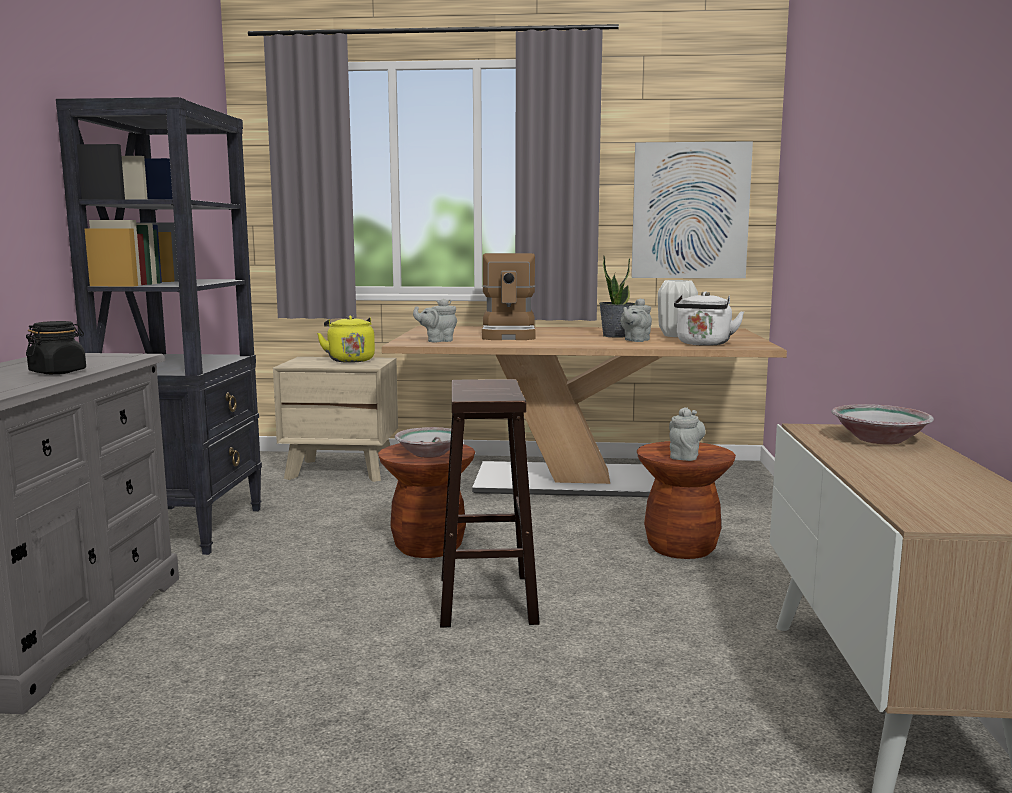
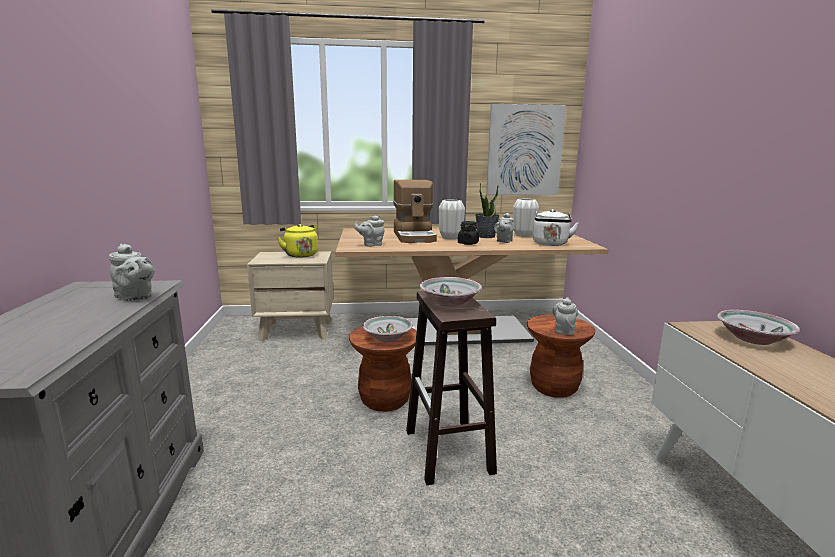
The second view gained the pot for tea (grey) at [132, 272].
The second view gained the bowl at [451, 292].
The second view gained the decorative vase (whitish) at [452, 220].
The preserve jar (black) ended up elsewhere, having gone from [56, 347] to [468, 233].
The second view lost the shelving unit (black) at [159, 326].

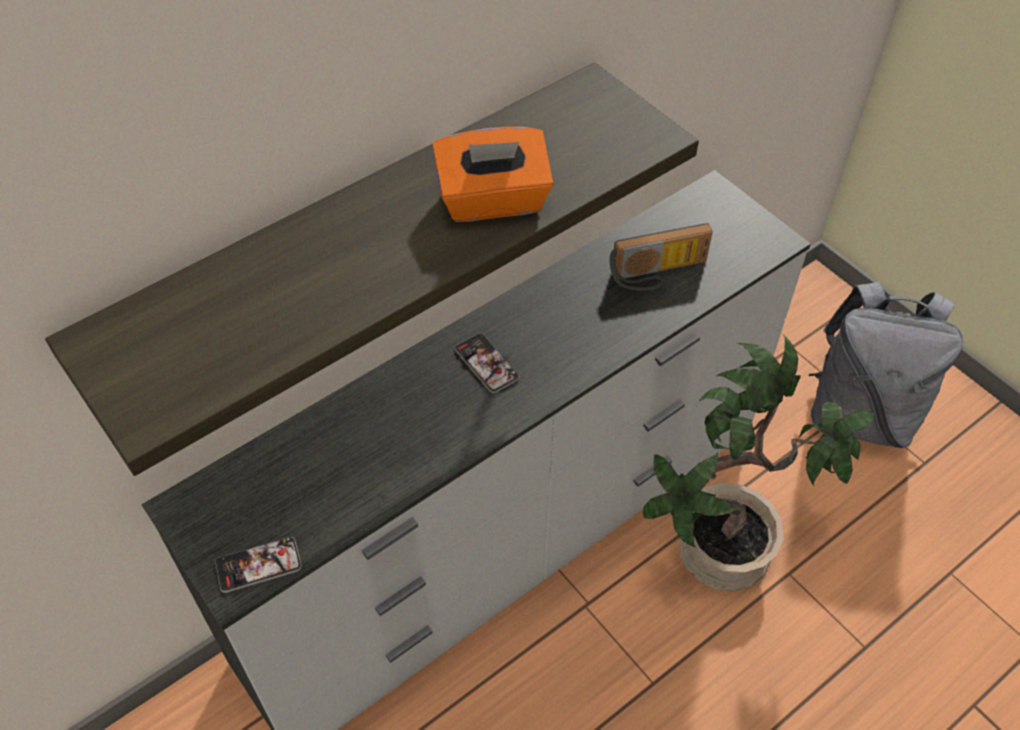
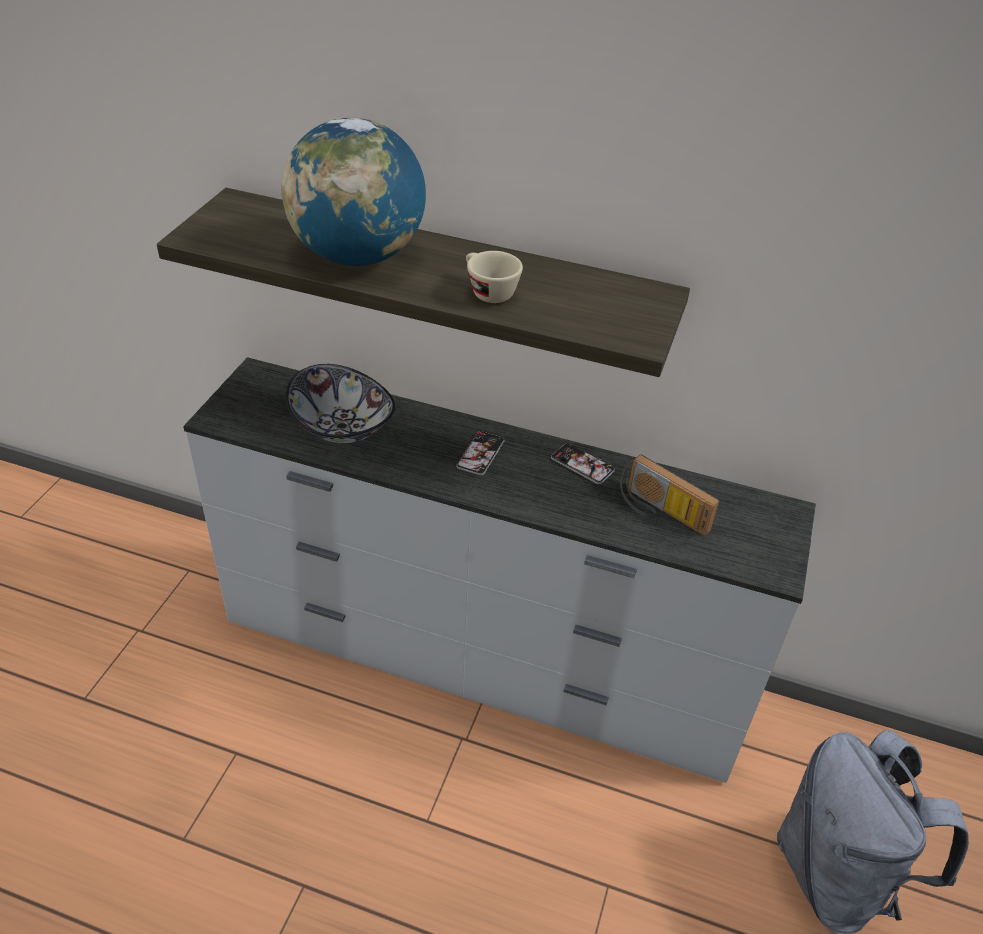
The second view gained the globe at [354, 191].
The second view gained the bowl at [340, 403].
Where the box of tissues (orangey) stood at [493, 174], the drinking cup (beige) came to stand at [494, 277].
The telephone ended up elsewhere, having gone from [258, 565] to [583, 463].
The second view lost the plant in a pot at [758, 461].

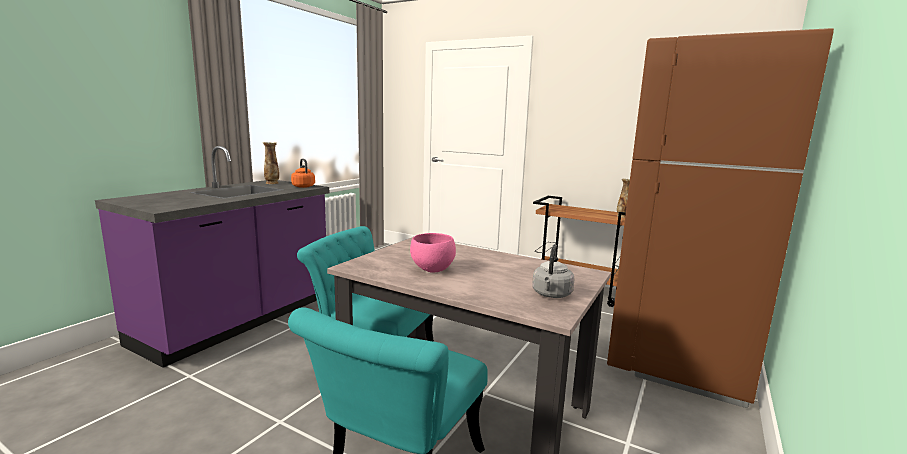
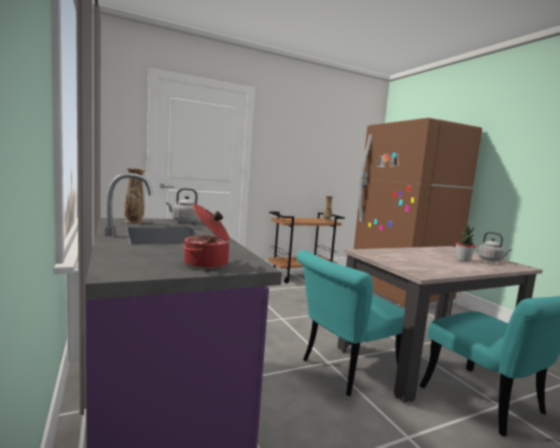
What was the tea kettle (orangey) at [303, 173] turned into the tea kettle (grey) at [182, 205].
The second view gained the saucepot at [206, 236].
The second view gained the plant in a pot at [466, 243].
The second view lost the bowl (pink) at [433, 253].

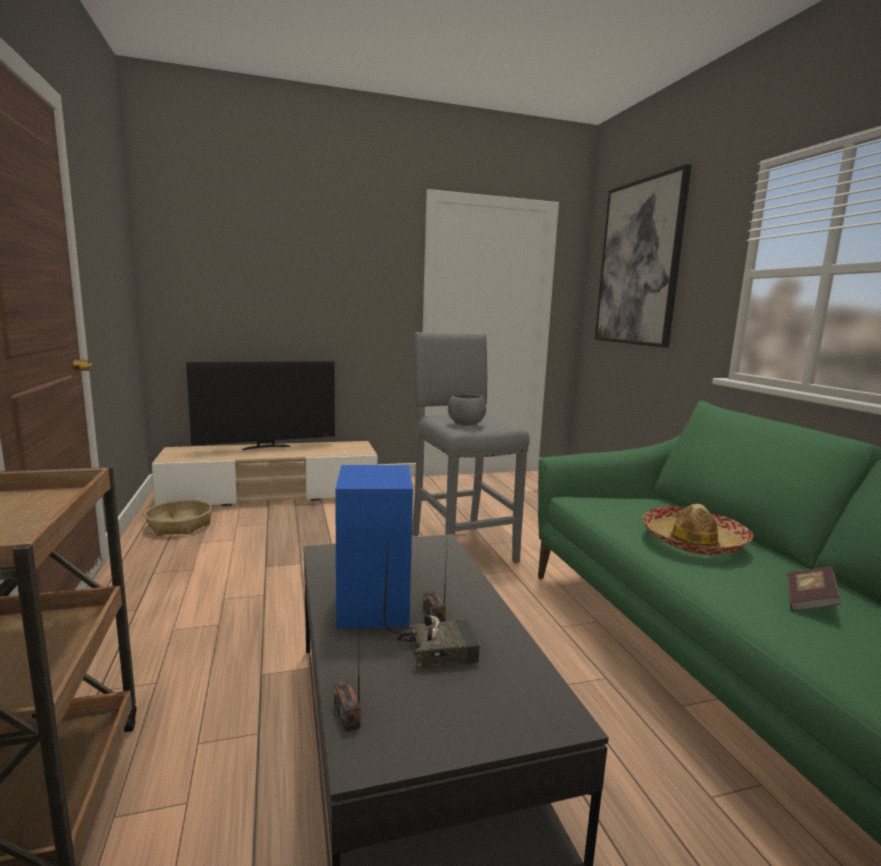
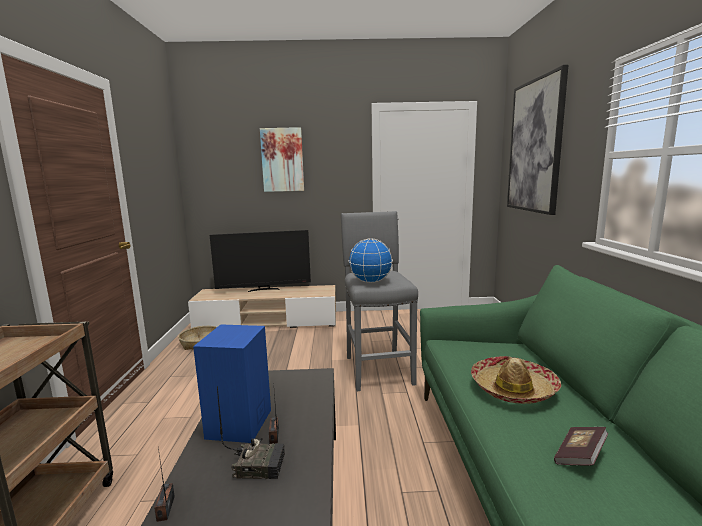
The second view gained the wall art at [282, 159].
Where the bowl (grey) stood at [467, 410], the globe came to stand at [371, 260].

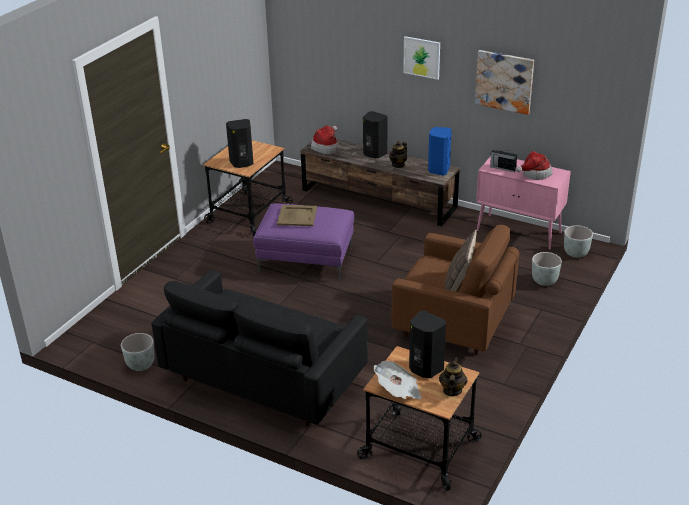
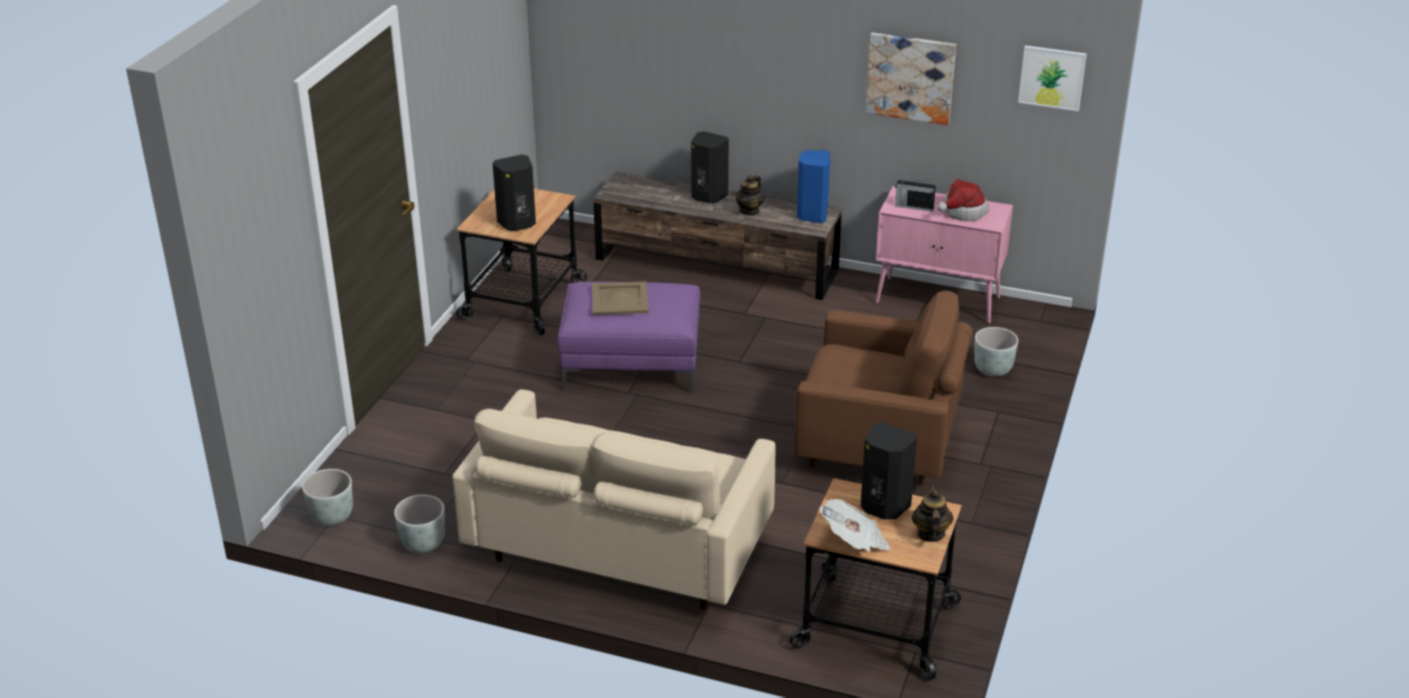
The flower pot (grey) ended up elsewhere, having gone from [578, 241] to [327, 497].
What was the settee (black) at [259, 348] turned into the settee (beige) at [614, 499].
The wall art ended up elsewhere, having gone from [421, 58] to [1052, 78].
The second view lost the hat at [324, 139].
The second view lost the throw pillow at [460, 261].

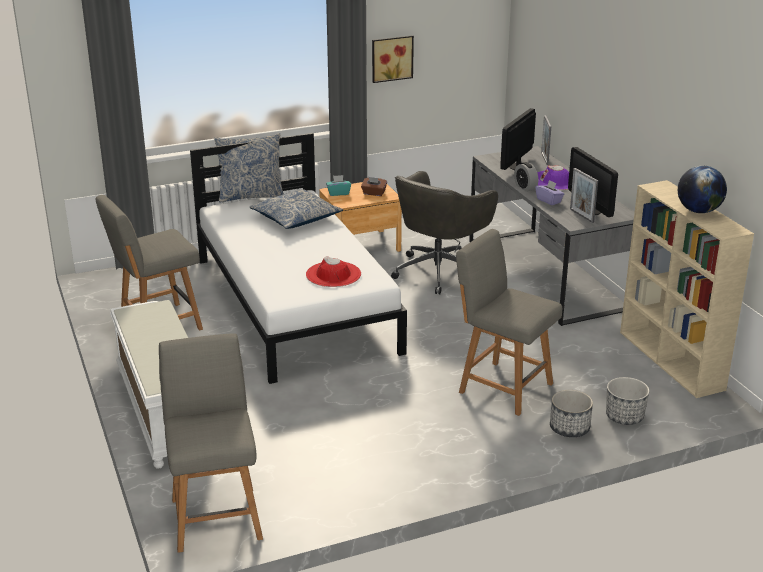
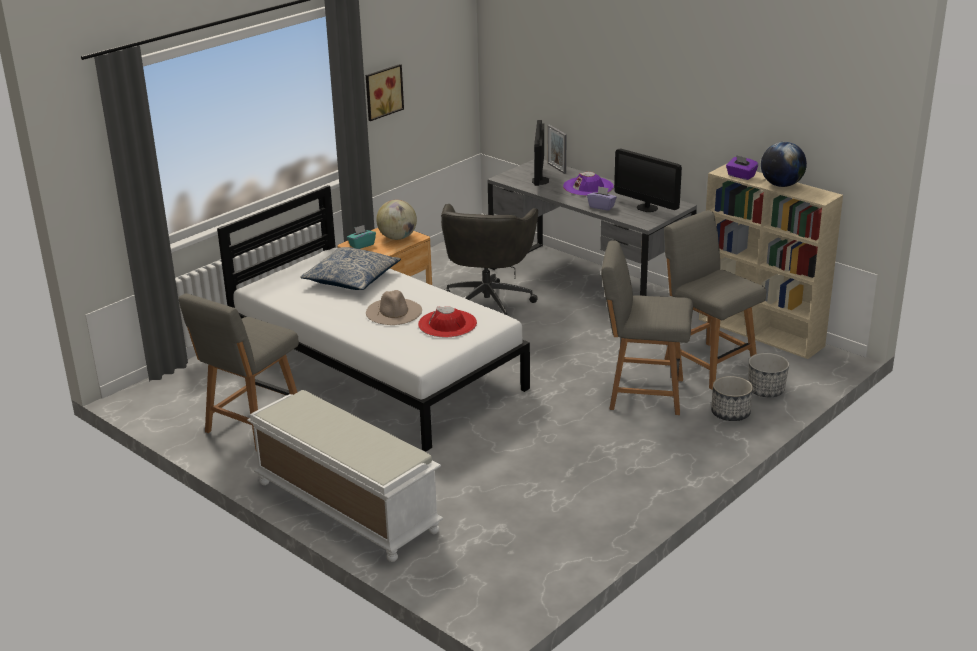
The second view gained the hat (beige) at [394, 307].
Where the box of tissues (brownish) stood at [374, 186], the globe came to stand at [396, 220].
The chair (grey) ended up elsewhere, having gone from [211, 443] to [715, 300].
The second view gained the box of tissues (purple) at [742, 167].
The second view lost the throw pillow at [249, 168].
The second view lost the bedside clock at [526, 177].
The second view lost the photo frame at [584, 195].

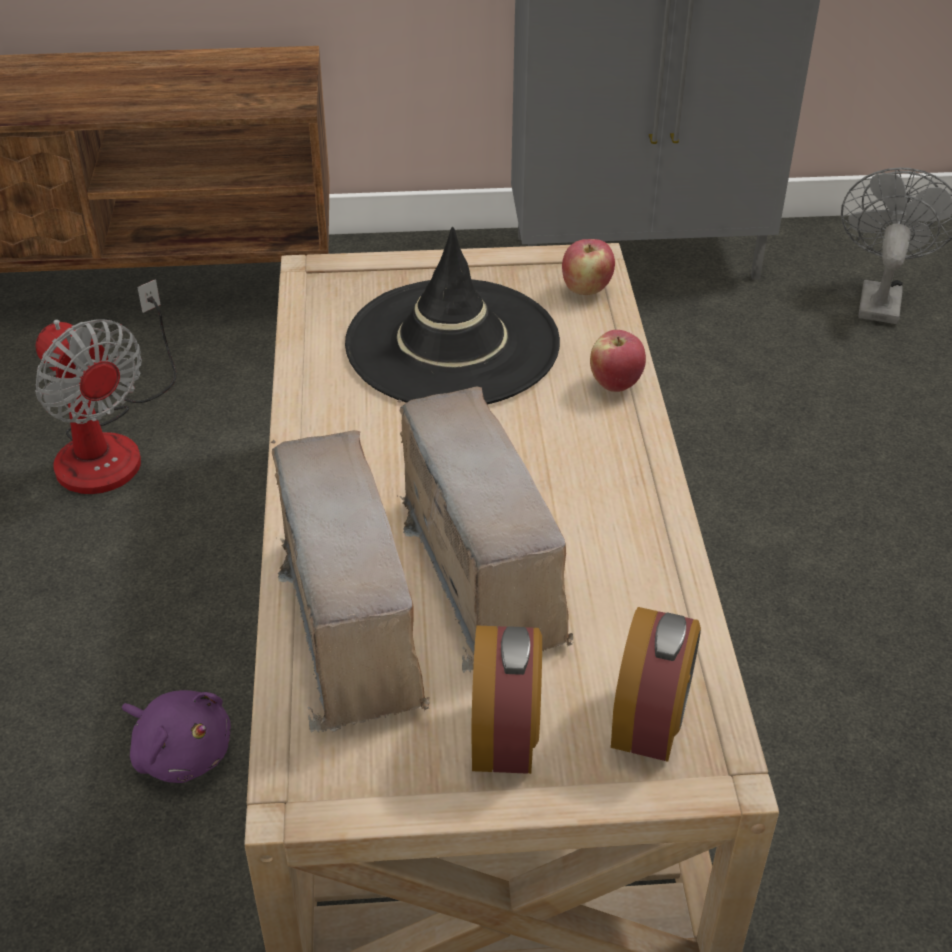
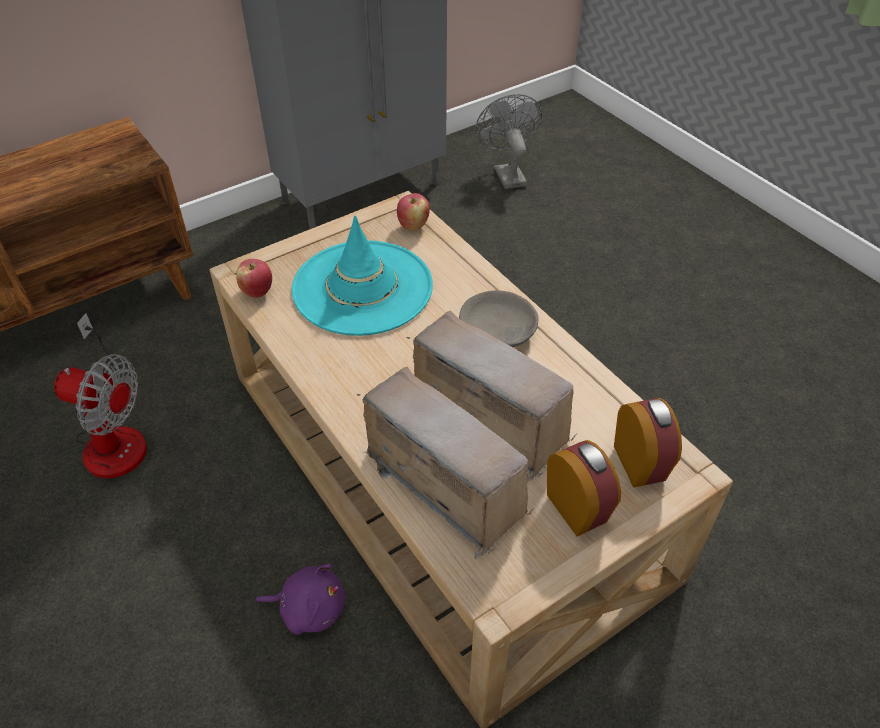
The whole apple ended up elsewhere, having gone from [618, 361] to [254, 278].
What was the hat (black) at [452, 316] turned into the hat (turquoise) at [362, 275].
The second view gained the bowl (grey) at [499, 318].

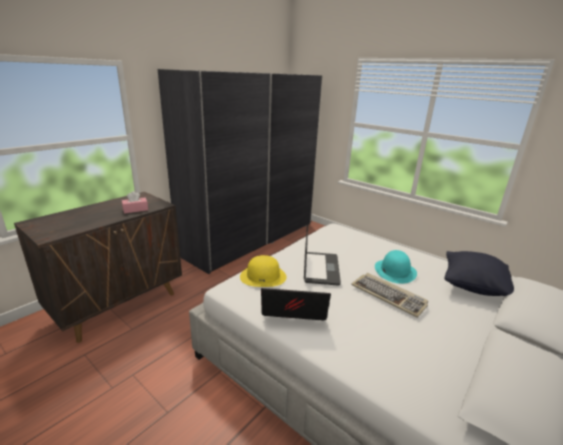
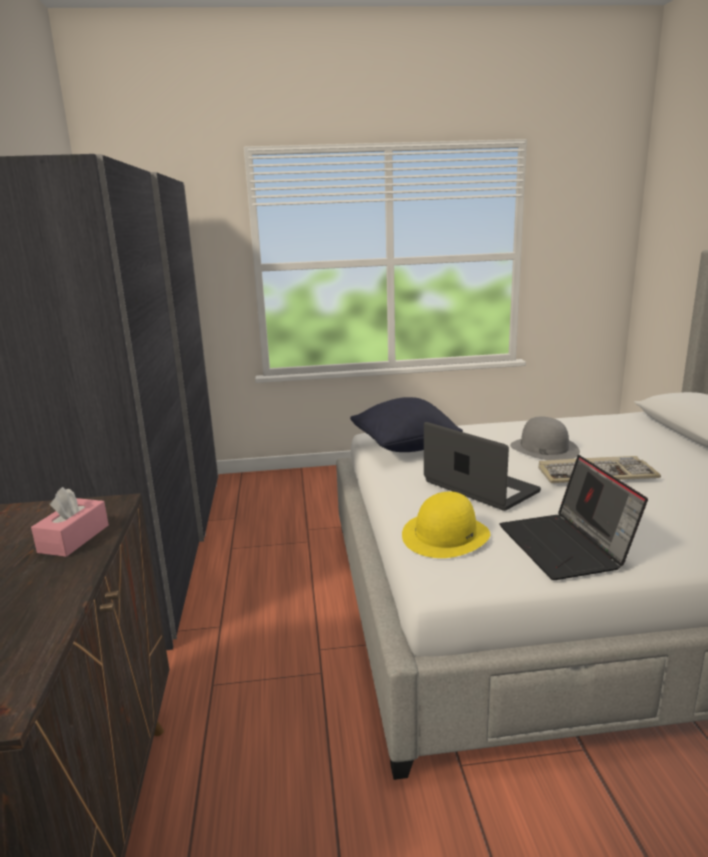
The throw pillow (black) ended up elsewhere, having gone from [479, 273] to [406, 424].
The notebook computer at [296, 304] ended up facing another way, 60 degrees counterclockwise from before.
What was the hat (turquoise) at [396, 267] turned into the hat (grey) at [545, 438].

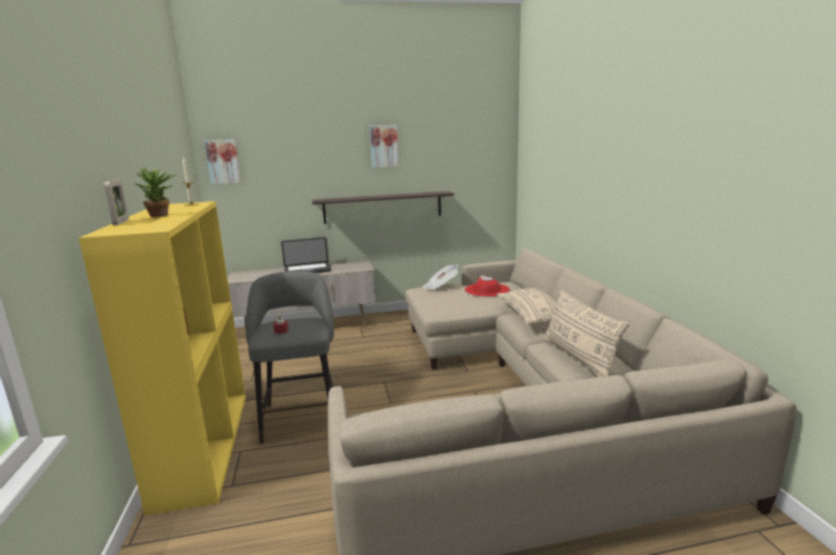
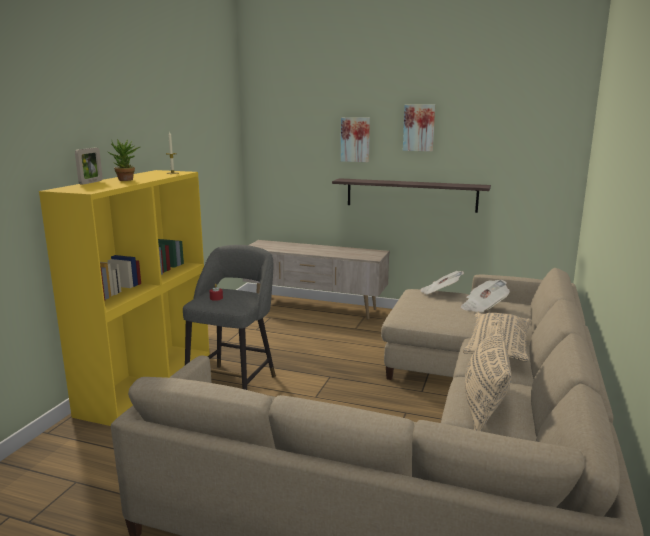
The wall art ended up elsewhere, having gone from [222, 162] to [355, 139].
Where the hat (reddish) stood at [487, 286], the printed paper came to stand at [485, 296].
The second view lost the notebook computer at [306, 255].

